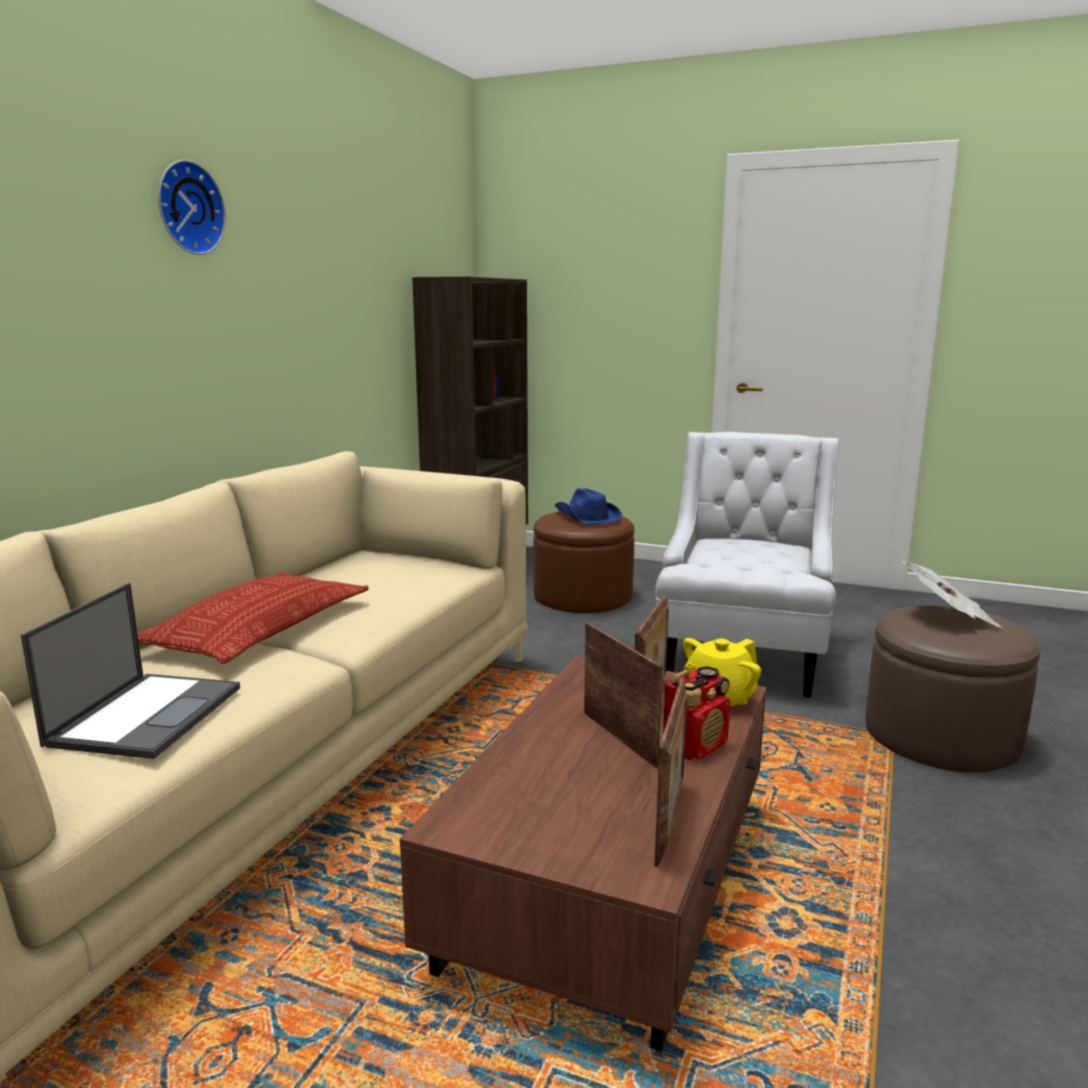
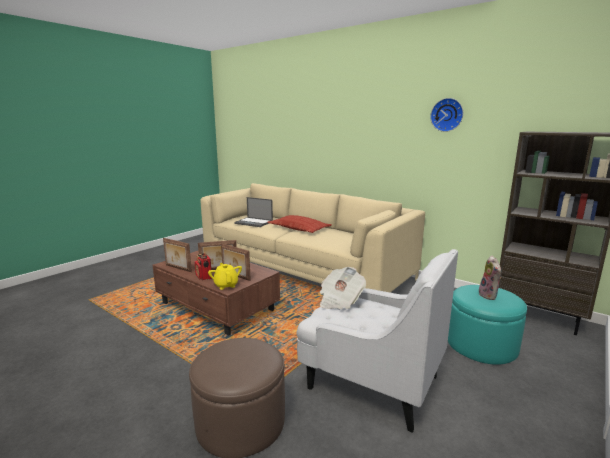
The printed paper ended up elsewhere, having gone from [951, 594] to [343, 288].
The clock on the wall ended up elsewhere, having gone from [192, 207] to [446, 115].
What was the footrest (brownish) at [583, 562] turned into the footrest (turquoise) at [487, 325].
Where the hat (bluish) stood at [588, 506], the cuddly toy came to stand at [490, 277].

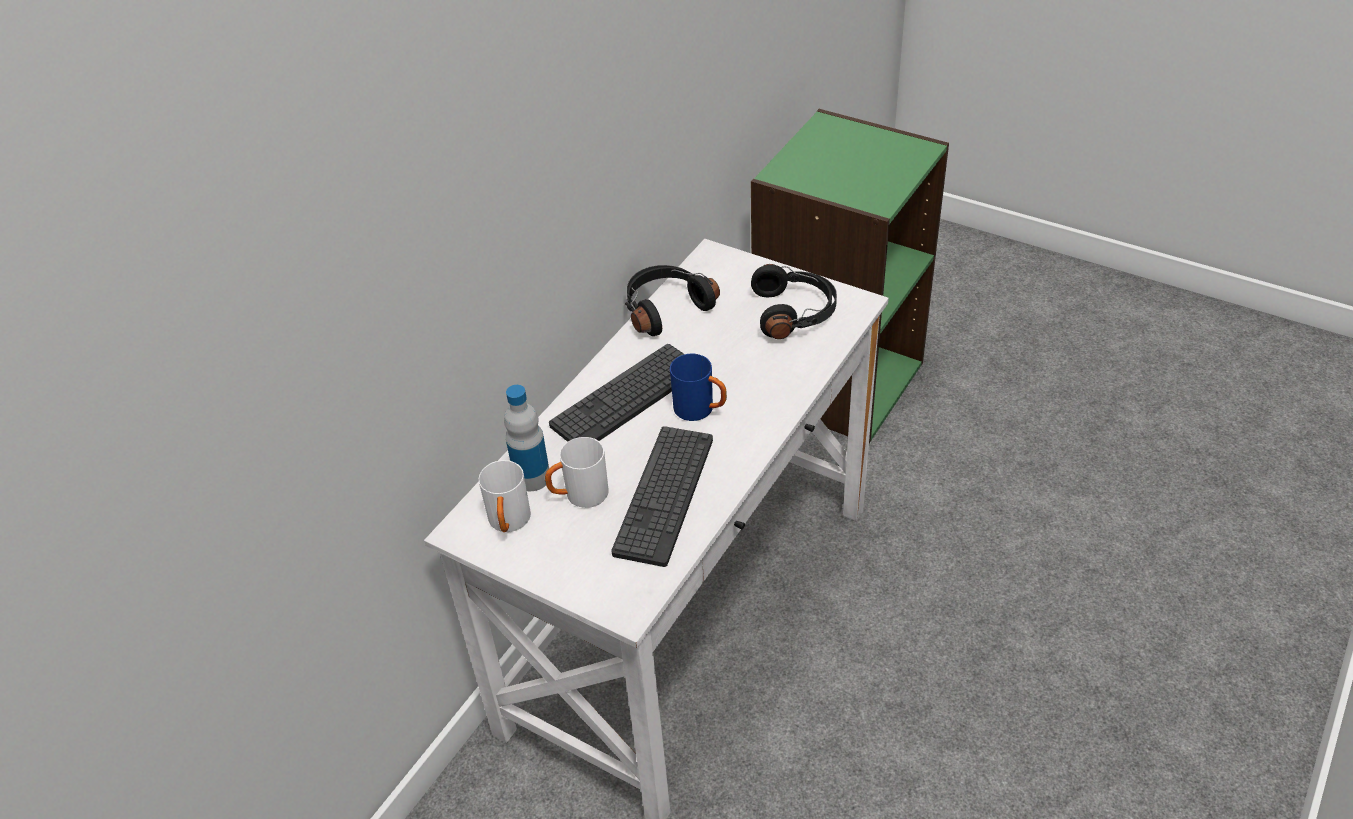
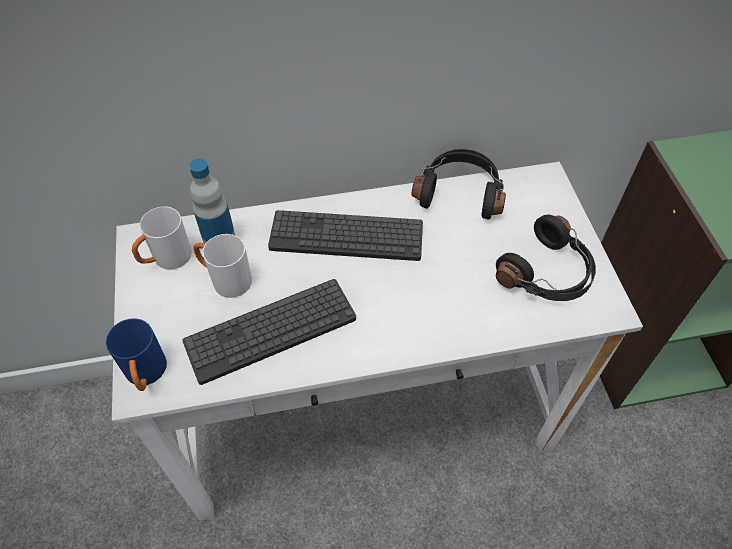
The tea mug (bluish) ended up elsewhere, having gone from [698, 387] to [136, 354].

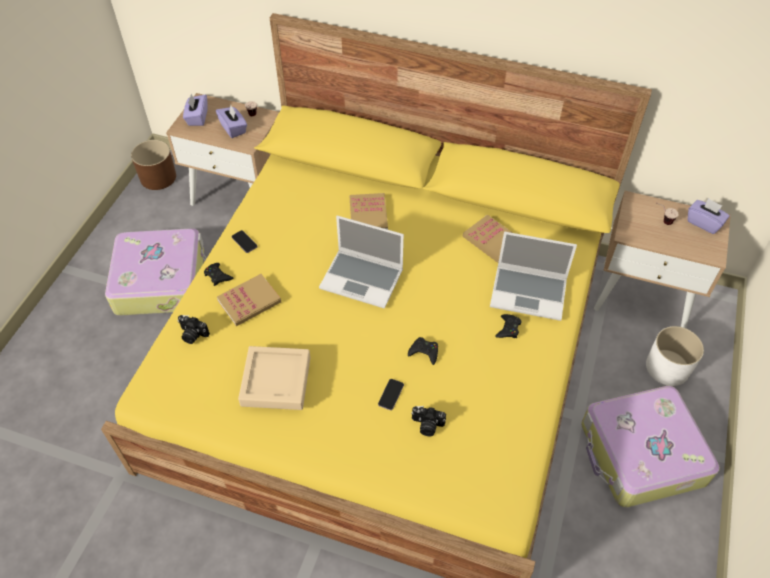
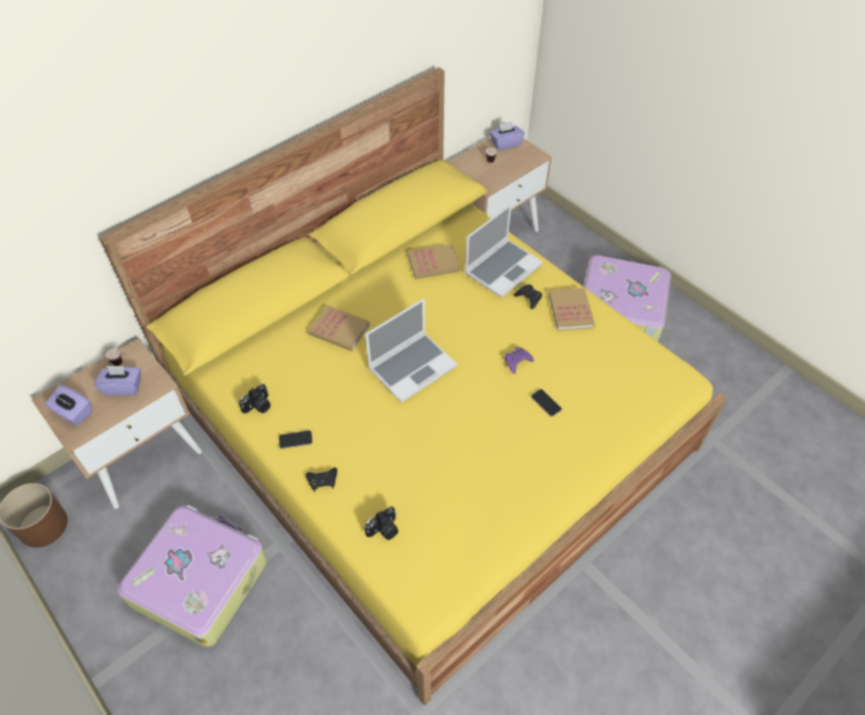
The photo camera ended up elsewhere, having gone from [428, 421] to [255, 399].
What was the gamepad (black) at [423, 351] turned into the gamepad (purple) at [519, 360].
The book ended up elsewhere, having gone from [249, 300] to [571, 309].
The second view lost the serving tray (beige) at [274, 378].
The second view lost the flower pot (whitish) at [675, 356].

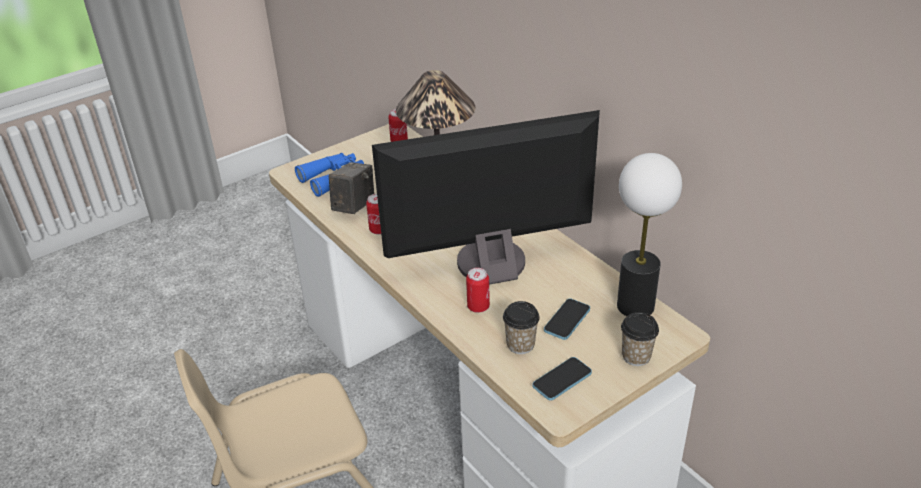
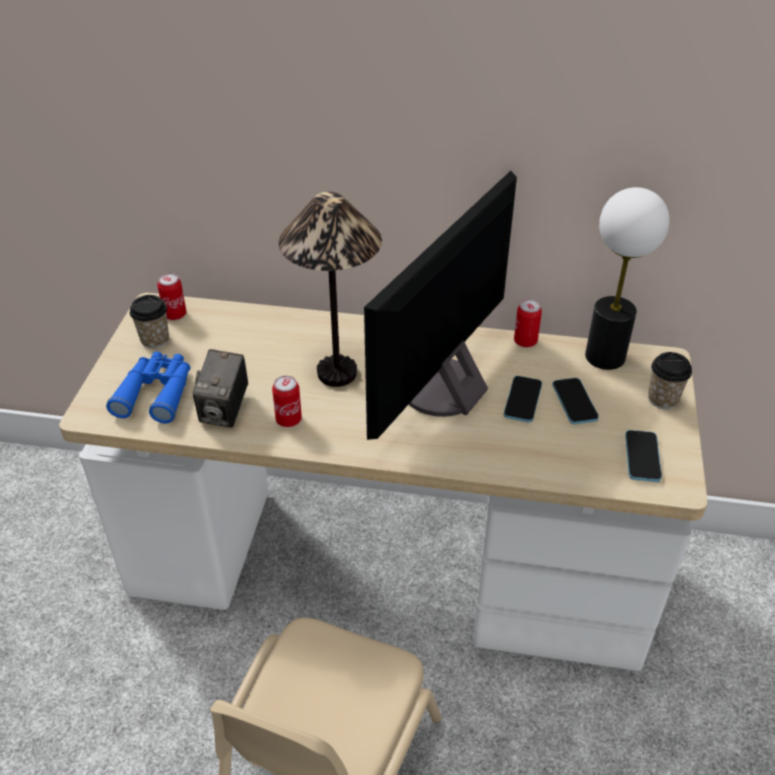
The drinking cup ended up elsewhere, having gone from [521, 327] to [149, 322].
The photo camera at [351, 188] ended up facing another way, 150 degrees counterclockwise from before.
The second view gained the telephone at [523, 399].
The sealed can ended up elsewhere, having gone from [478, 290] to [528, 323].

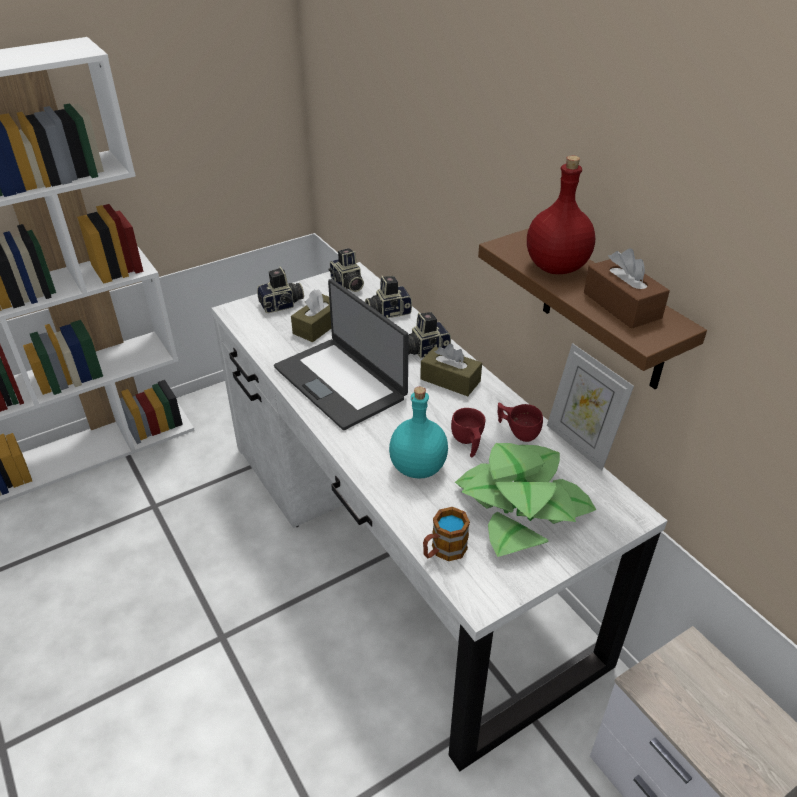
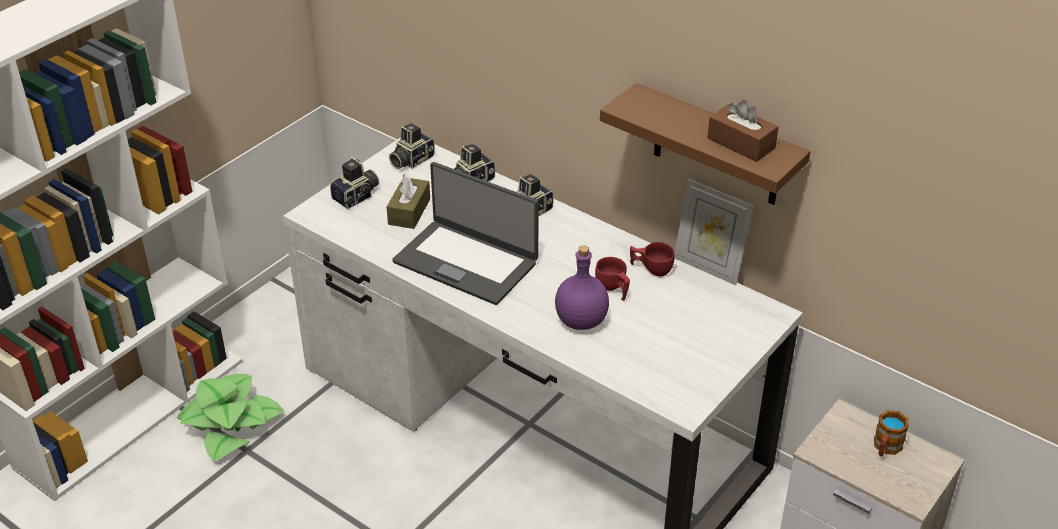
The plant in a pot ended up elsewhere, having gone from [525, 500] to [230, 418].
The photo camera at [346, 270] ended up facing another way, 90 degrees clockwise from before.
What was the drink bottle (turquoise) at [418, 432] turned into the drink bottle (purple) at [582, 288].
The tea mug ended up elsewhere, having gone from [446, 534] to [891, 433].
The second view lost the box of tissues (brownish) at [451, 370].
The second view lost the drink bottle (reddish) at [561, 214].

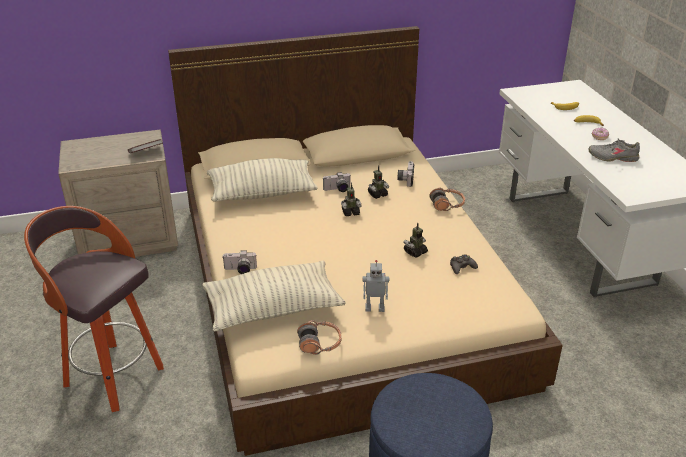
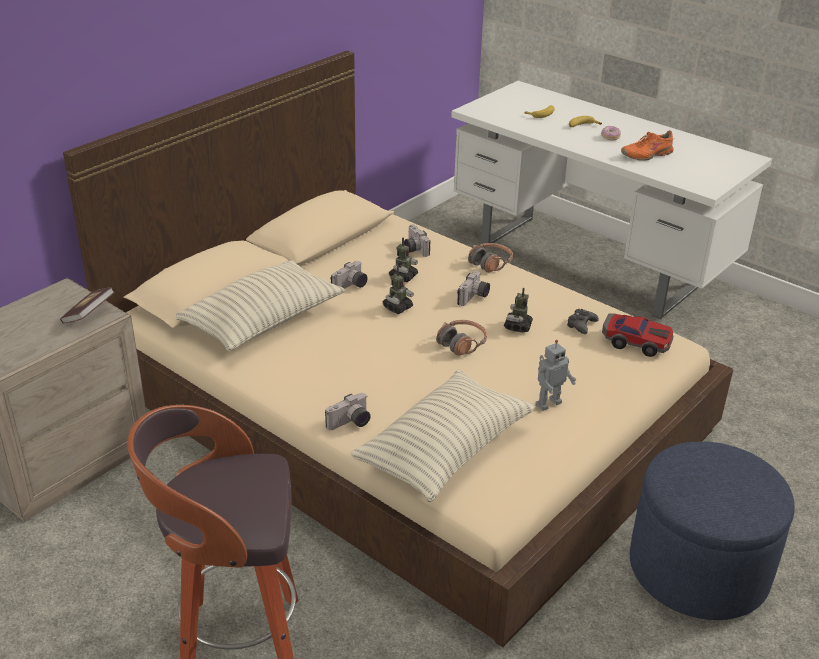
The headphones ended up elsewhere, having gone from [319, 337] to [461, 338].
The second view gained the photo camera at [473, 288].
The second view gained the toy car at [638, 335].
What was the low shoe (grey) at [614, 150] turned into the low shoe (orangey) at [647, 145].

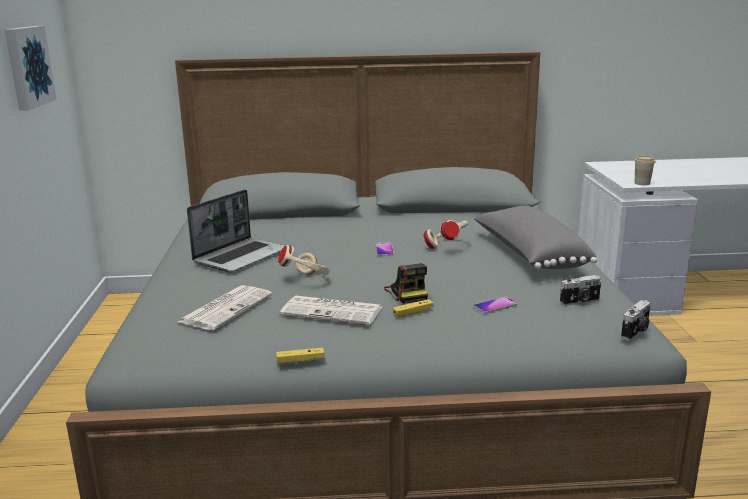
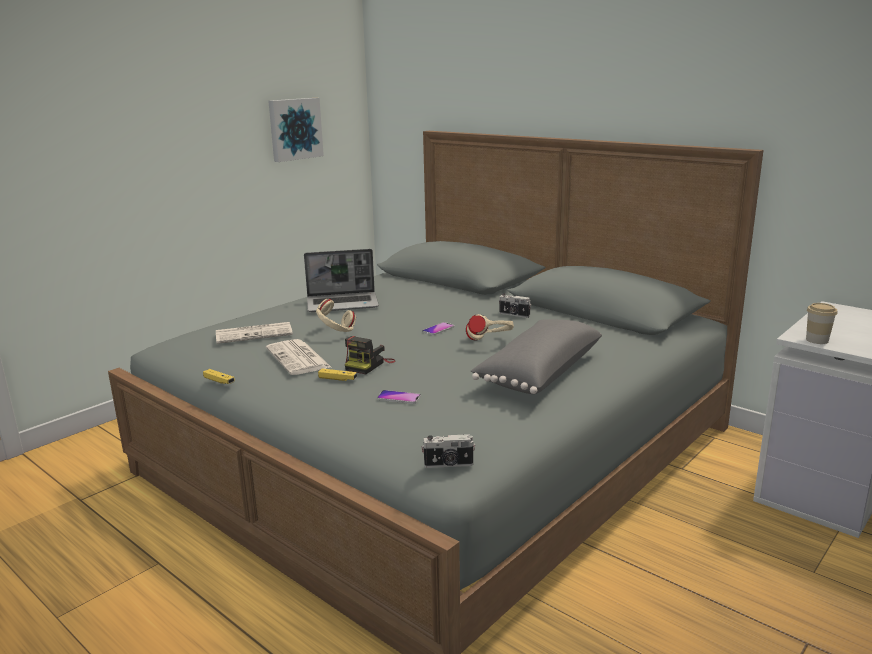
The photo camera ended up elsewhere, having gone from [580, 290] to [515, 305].

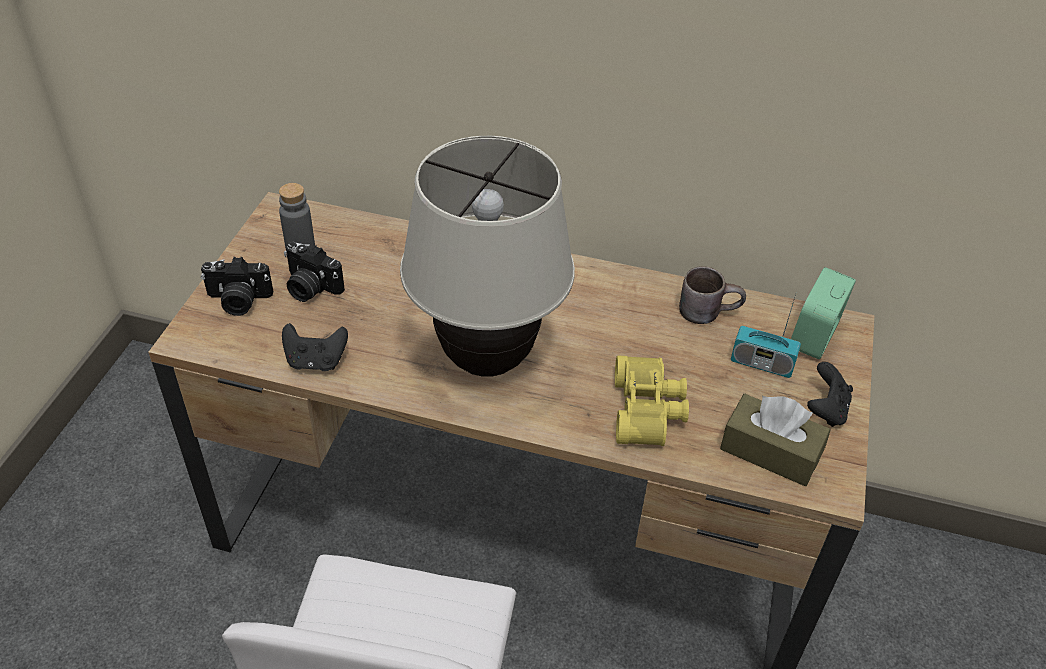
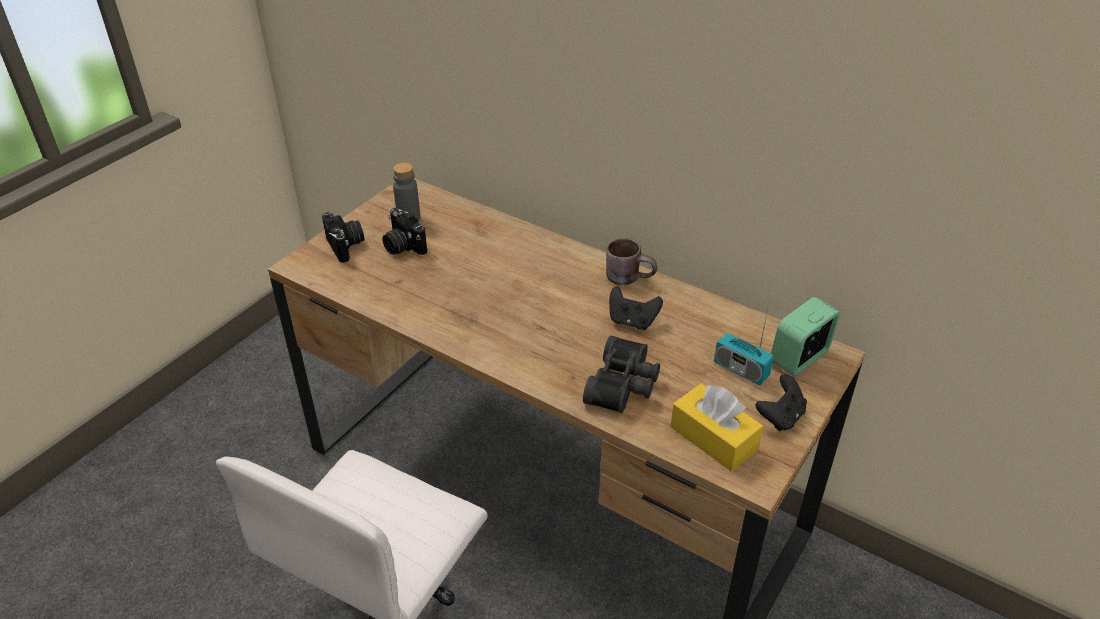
The photo camera at [237, 286] ended up facing another way, 135 degrees counterclockwise from before.
What was the binoculars (yellowish) at [652, 400] turned into the binoculars (black) at [621, 374].
The tea mug (brownish) ended up elsewhere, having gone from [712, 295] to [631, 261].
The gamepad (black) ended up elsewhere, having gone from [315, 347] to [636, 308].
What was the box of tissues (brownish) at [775, 440] turned into the box of tissues (yellowish) at [717, 428].
The second view lost the lamp for a table (beige) at [487, 256].

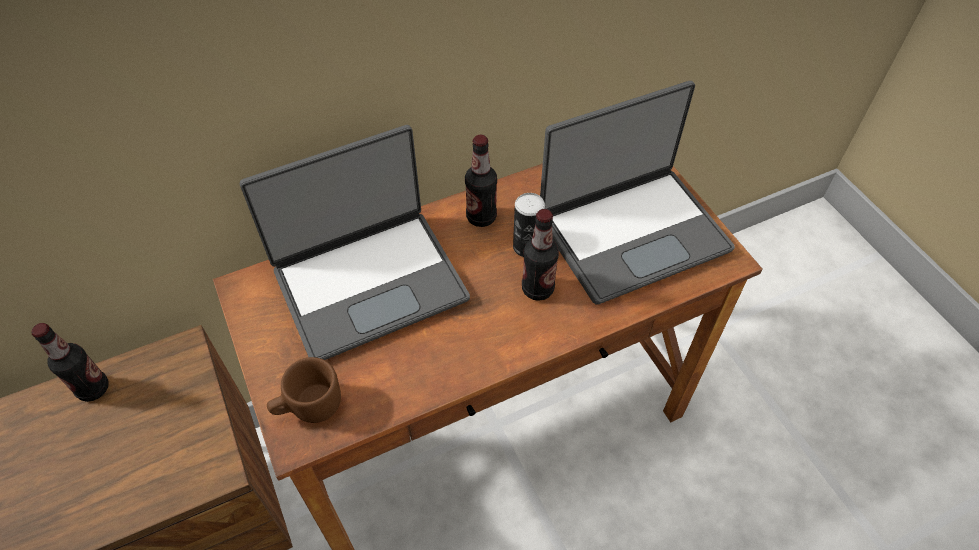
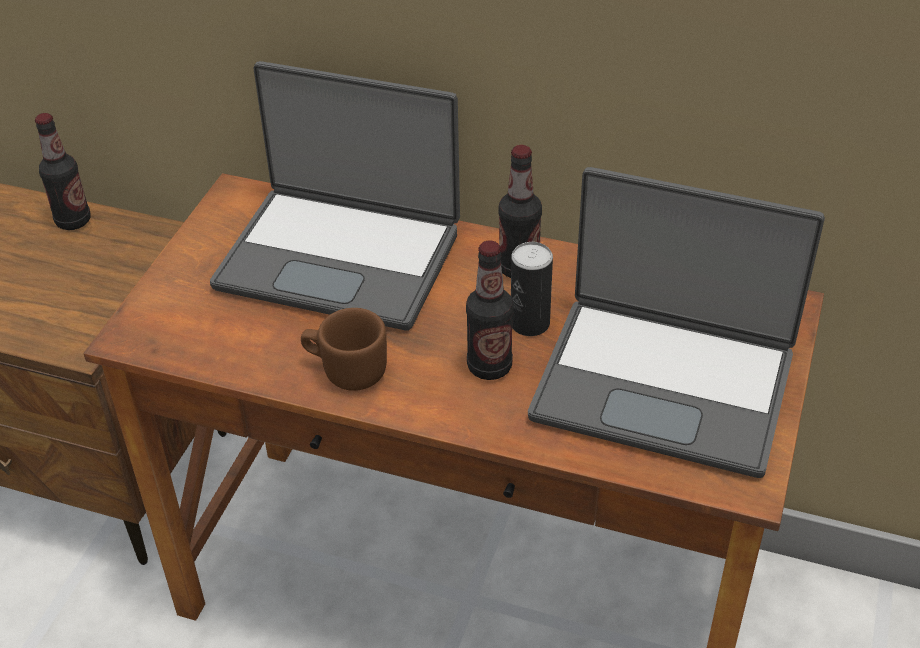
The tea mug (brownish) ended up elsewhere, having gone from [304, 390] to [344, 349].

